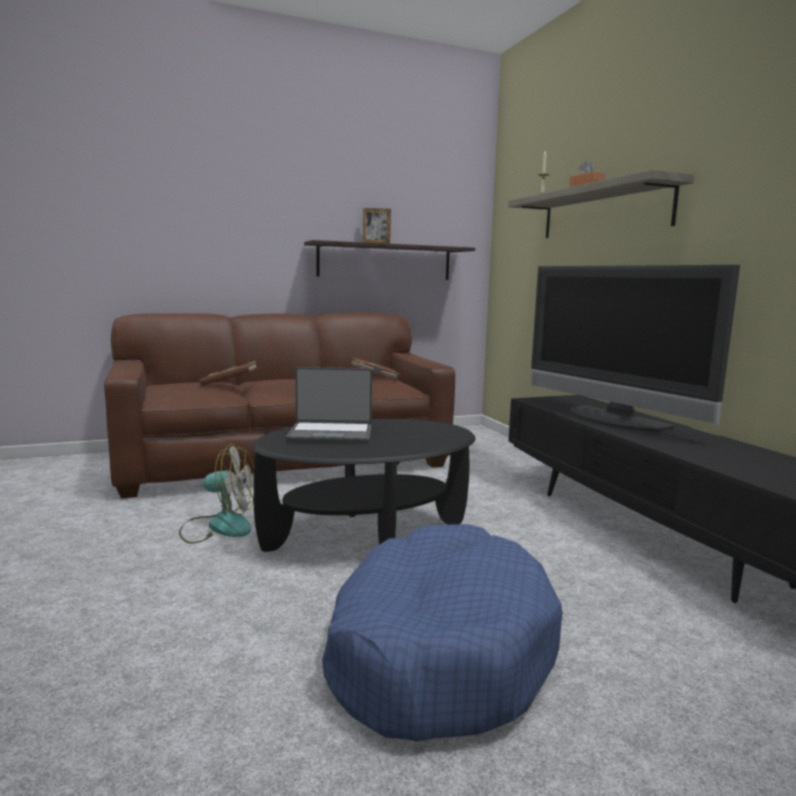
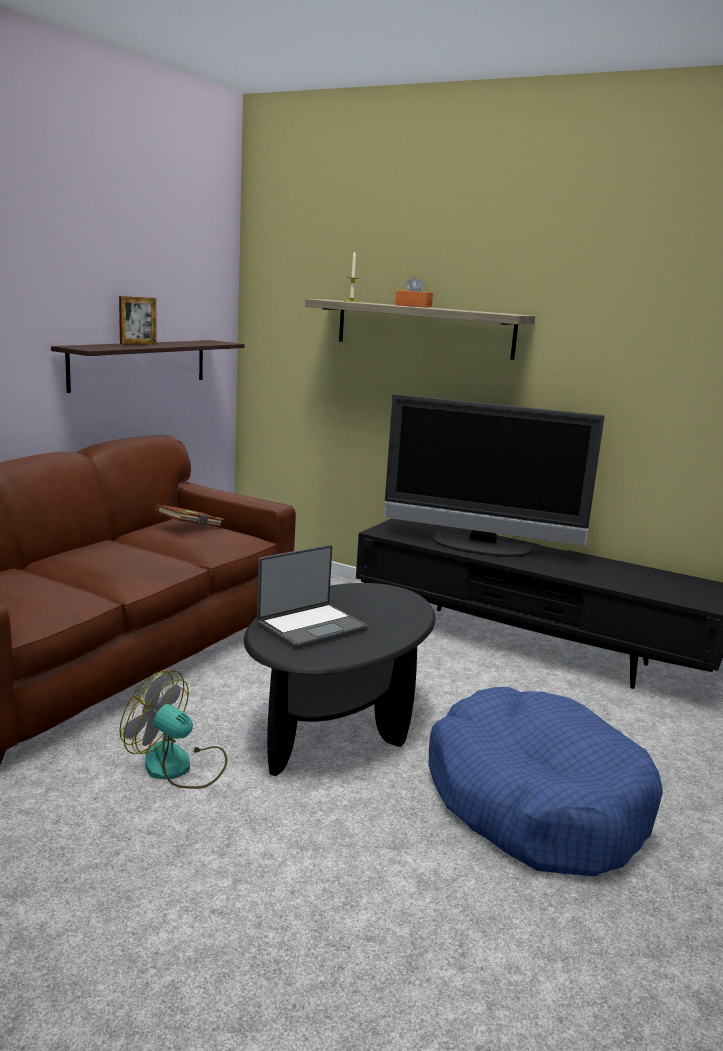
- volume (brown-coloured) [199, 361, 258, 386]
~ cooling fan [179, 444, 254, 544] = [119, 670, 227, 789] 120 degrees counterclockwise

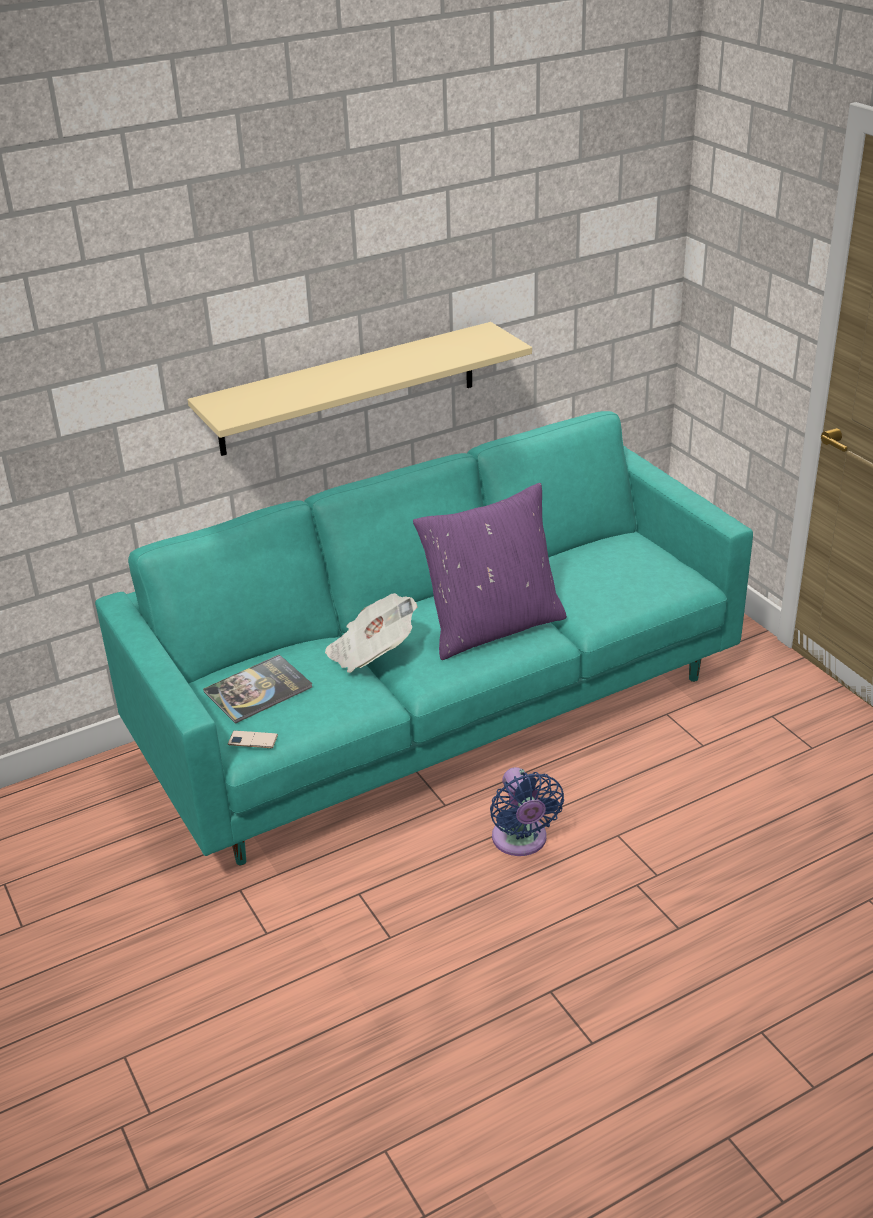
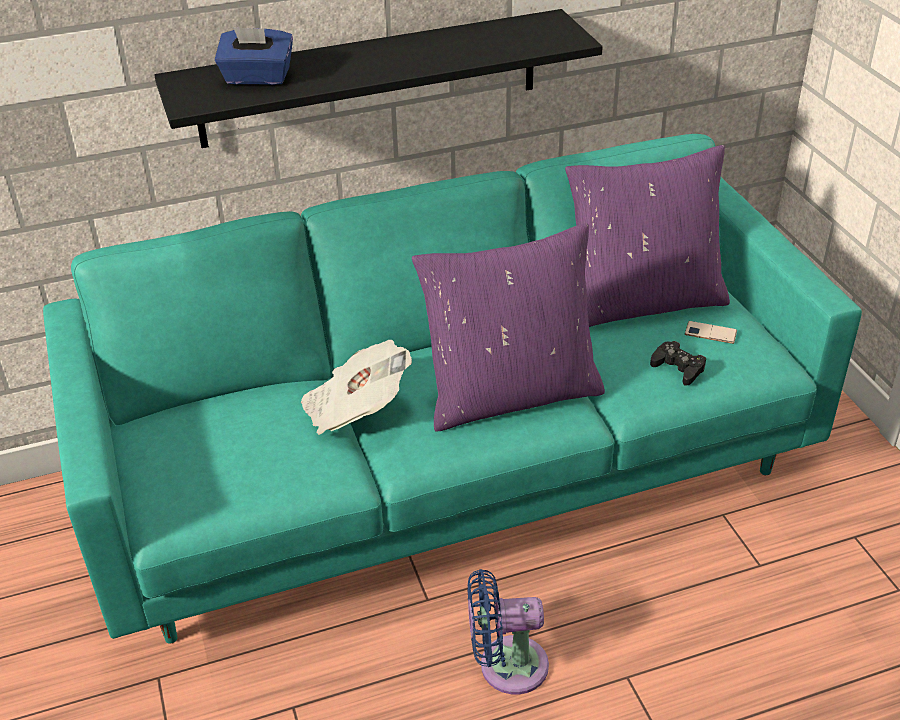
~ shelf (beige) [187, 322, 532, 456] to shelf (black) [154, 9, 603, 148]
- volume [203, 654, 312, 724]
~ handset [228, 730, 278, 748] to [685, 321, 737, 344]
~ cooling fan (bluish) [490, 767, 564, 856] = [468, 569, 549, 694] 90 degrees clockwise
+ tissue box (bluish) [215, 27, 293, 85]
+ throw pillow (purple) [565, 145, 730, 327]
+ gamepad (black) [650, 341, 706, 386]

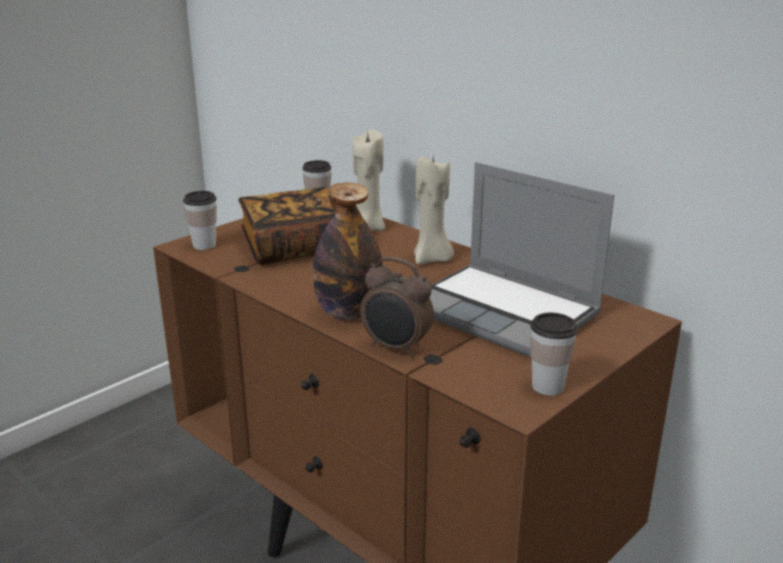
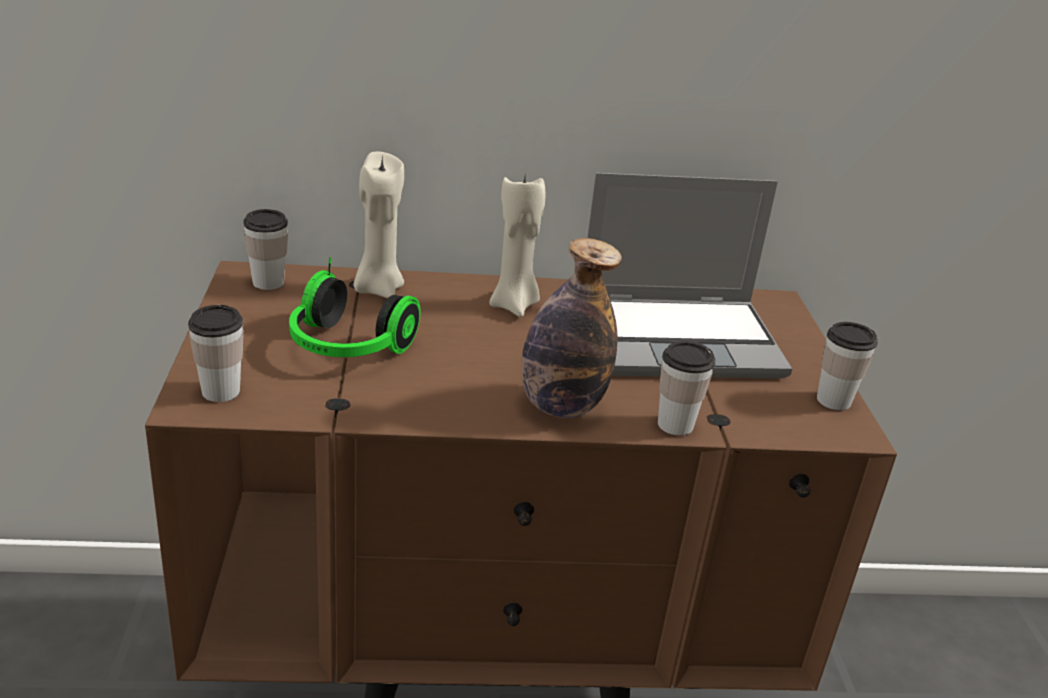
~ volume [238, 187, 336, 264] to headphones [289, 257, 421, 357]
~ bedside clock [360, 257, 434, 357] to drinking cup [658, 341, 716, 436]

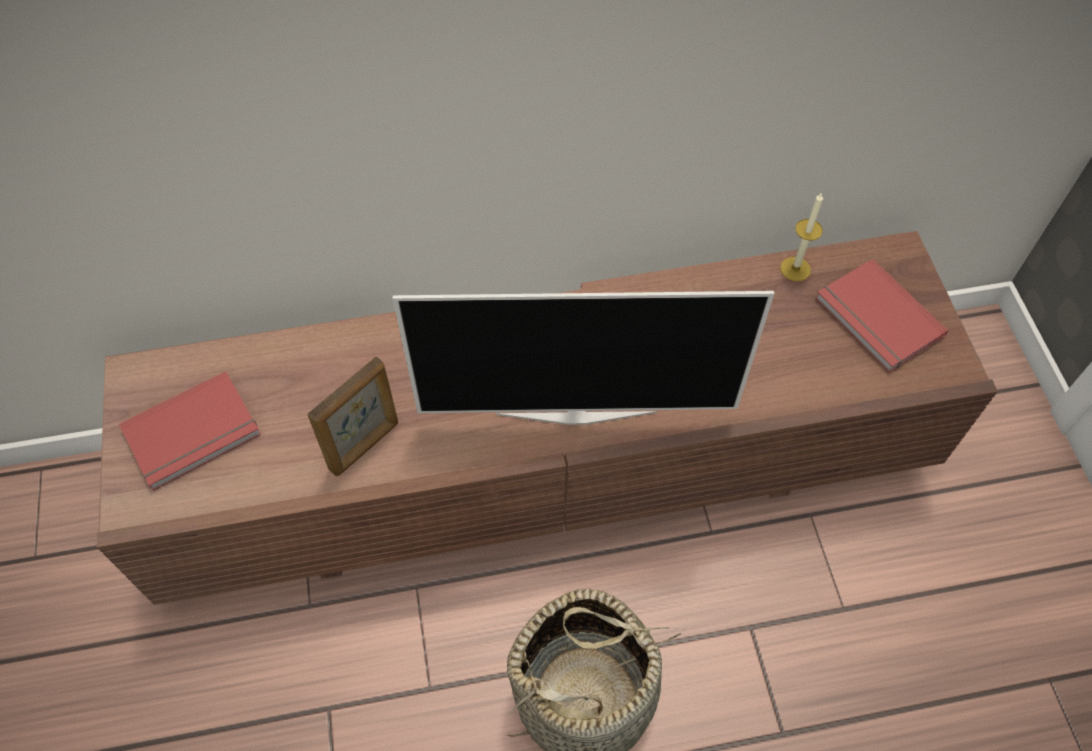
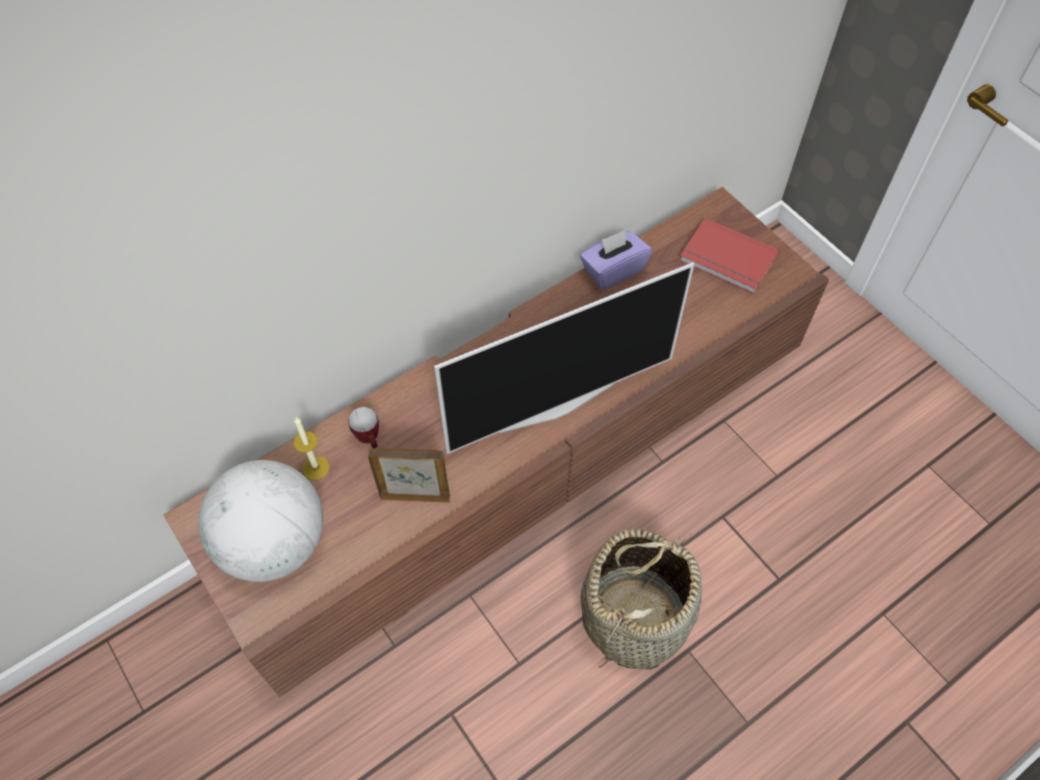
~ wax candle [780, 192, 823, 281] to [293, 418, 330, 480]
~ photo frame [307, 356, 398, 476] = [368, 448, 450, 503] 105 degrees counterclockwise
~ volume (red-coloured) [119, 371, 261, 491] to globe [198, 460, 323, 582]
+ tissue box (purple) [580, 230, 652, 290]
+ mug [348, 407, 379, 448]

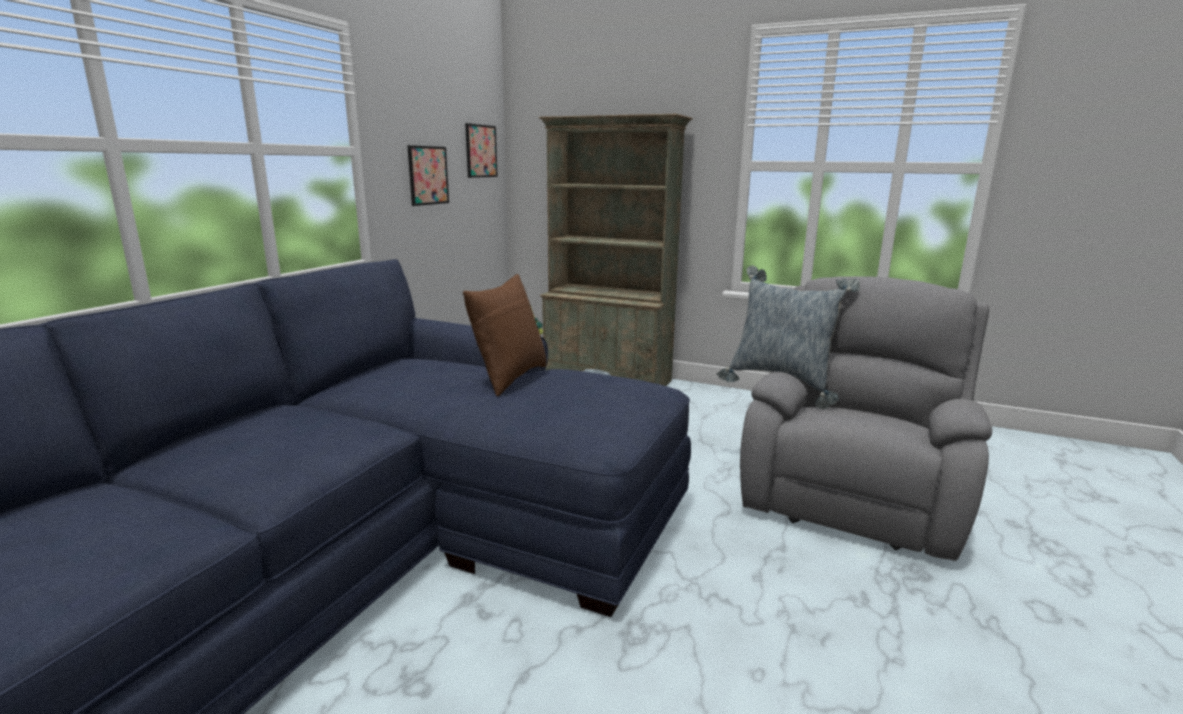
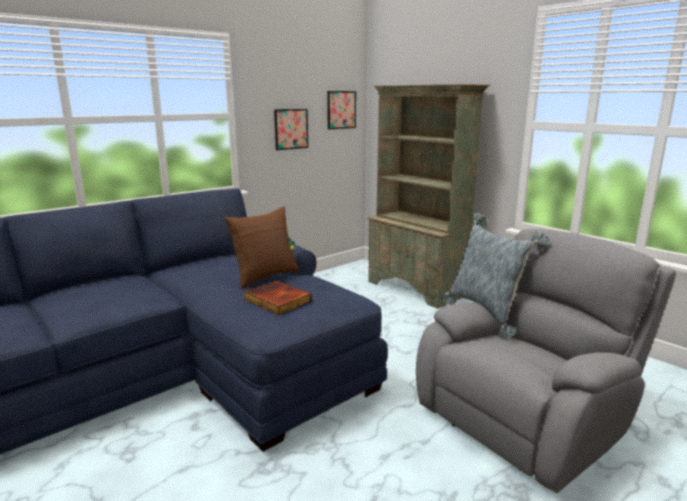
+ volume [244, 280, 311, 315]

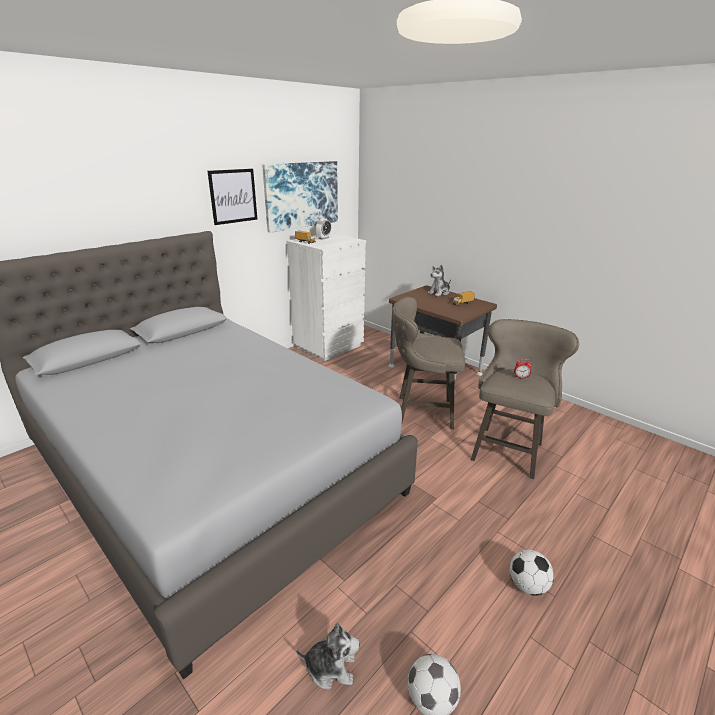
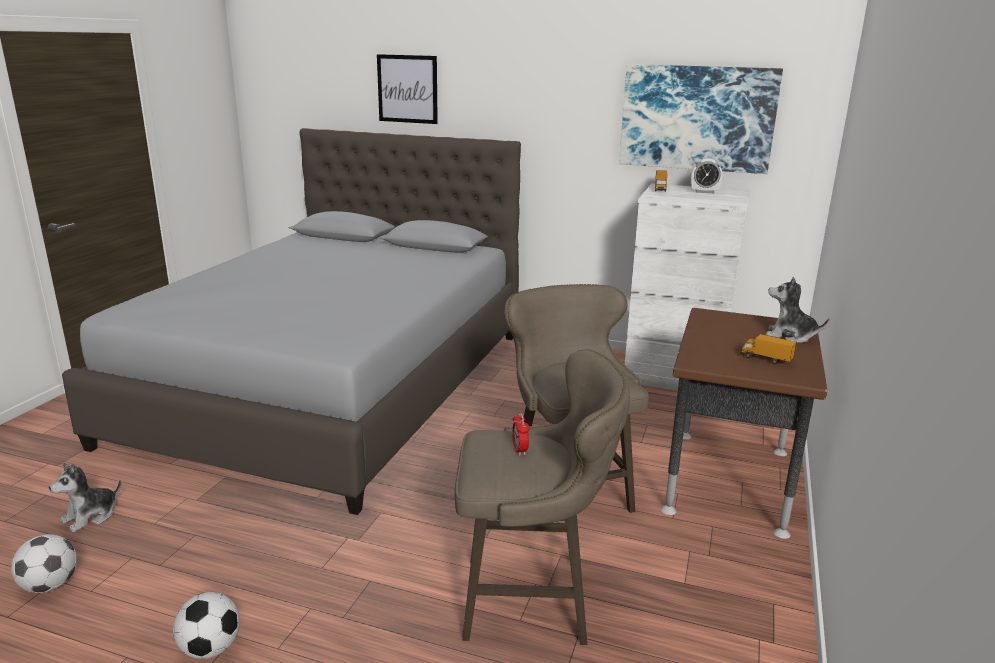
~ wall art [208, 169, 257, 225] to [377, 54, 438, 124]
~ cuddly toy [296, 623, 360, 690] = [49, 463, 121, 532] 60 degrees clockwise

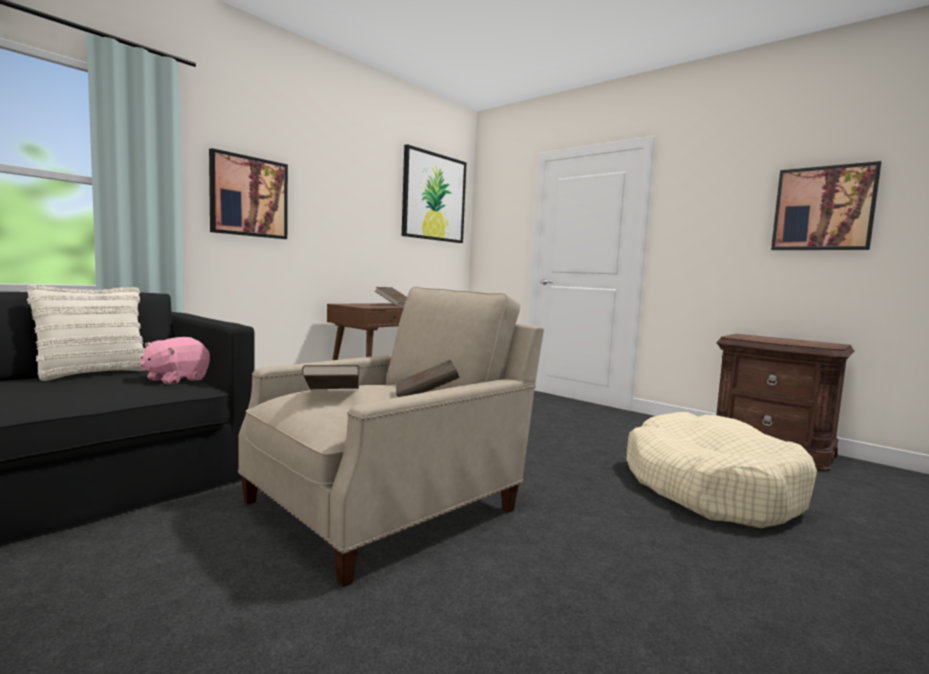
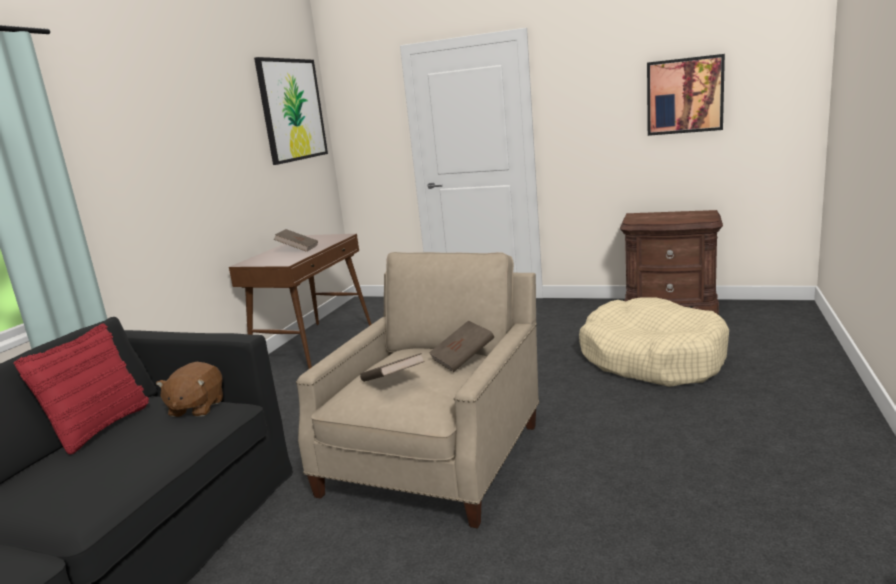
- wall art [209, 148, 288, 239]
~ throw pillow (beige) [26, 284, 145, 381] to throw pillow (red-coloured) [13, 323, 149, 454]
~ cuddly toy (pinkish) [140, 337, 210, 385] to cuddly toy (brown-coloured) [156, 362, 223, 417]

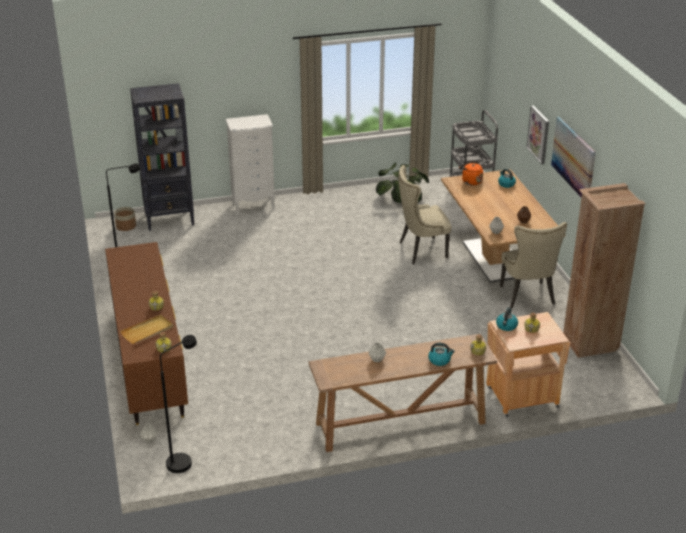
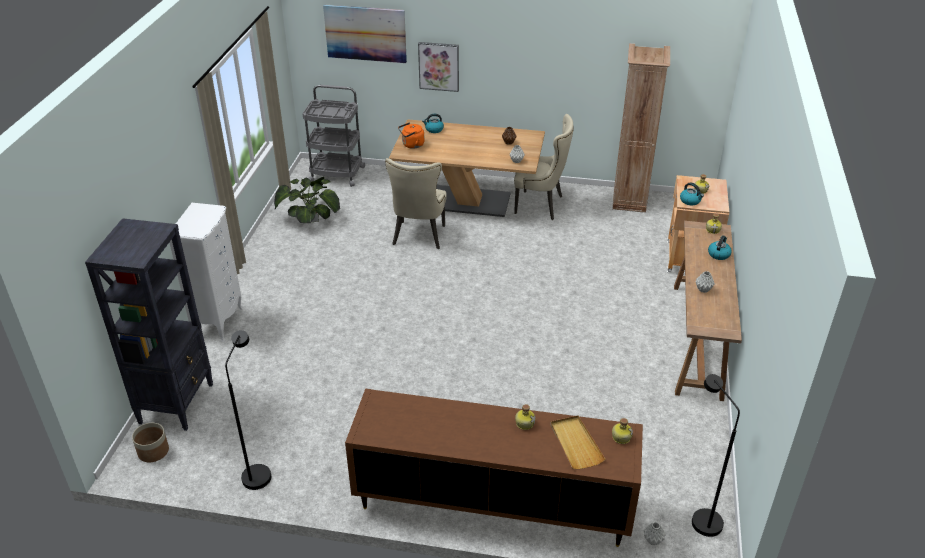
~ wall art [551, 117, 596, 198] to [323, 4, 407, 63]

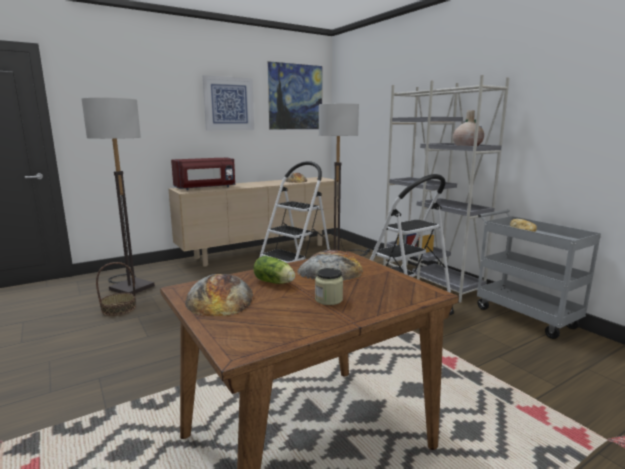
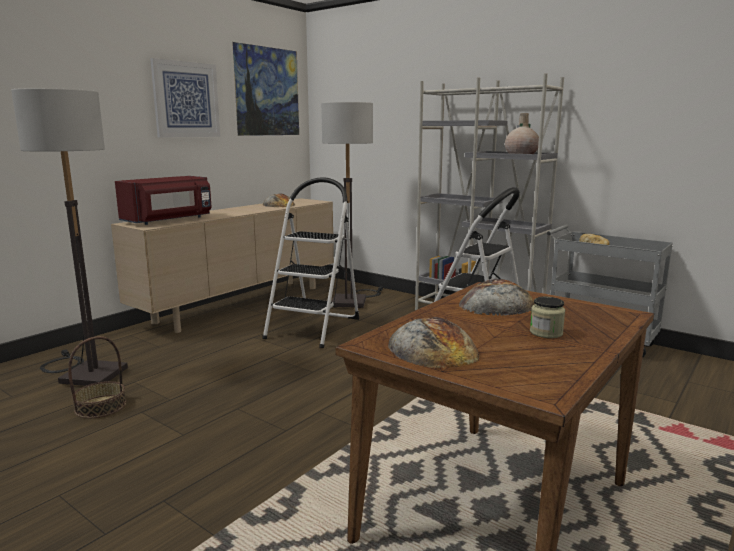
- lettuce head [253, 256, 295, 284]

